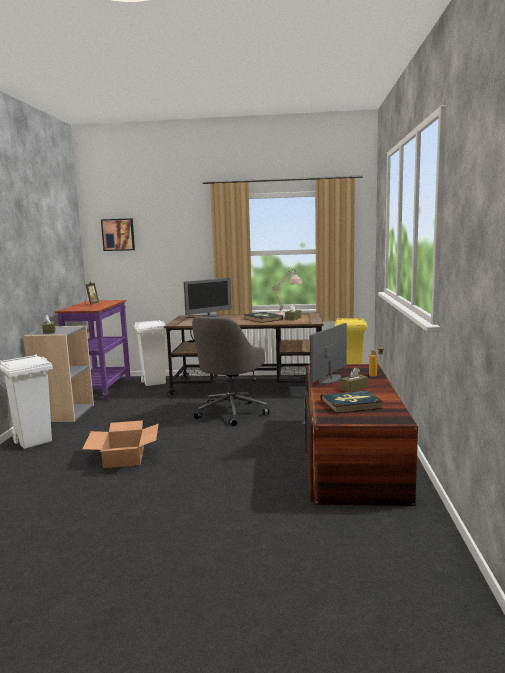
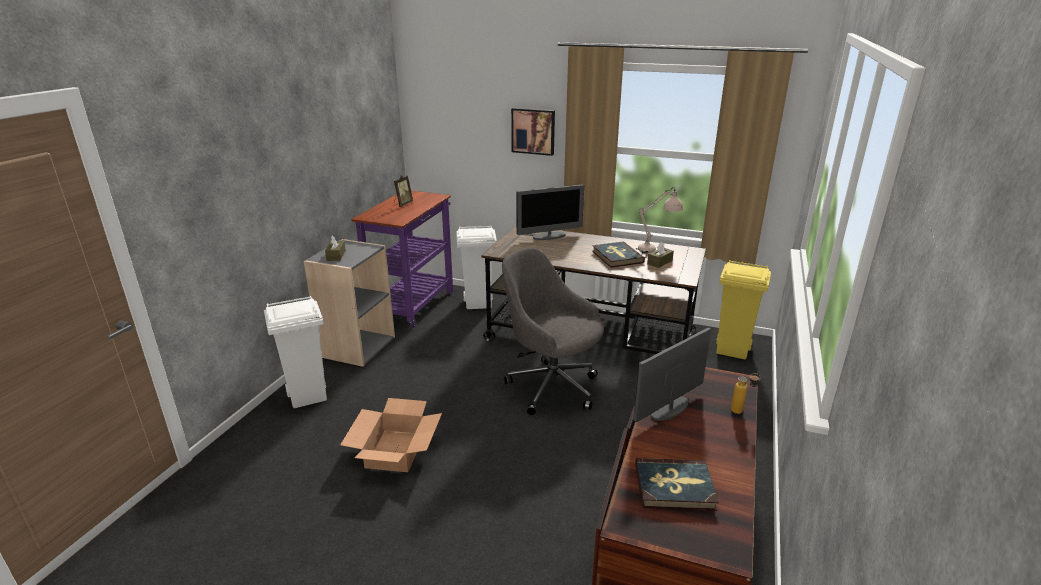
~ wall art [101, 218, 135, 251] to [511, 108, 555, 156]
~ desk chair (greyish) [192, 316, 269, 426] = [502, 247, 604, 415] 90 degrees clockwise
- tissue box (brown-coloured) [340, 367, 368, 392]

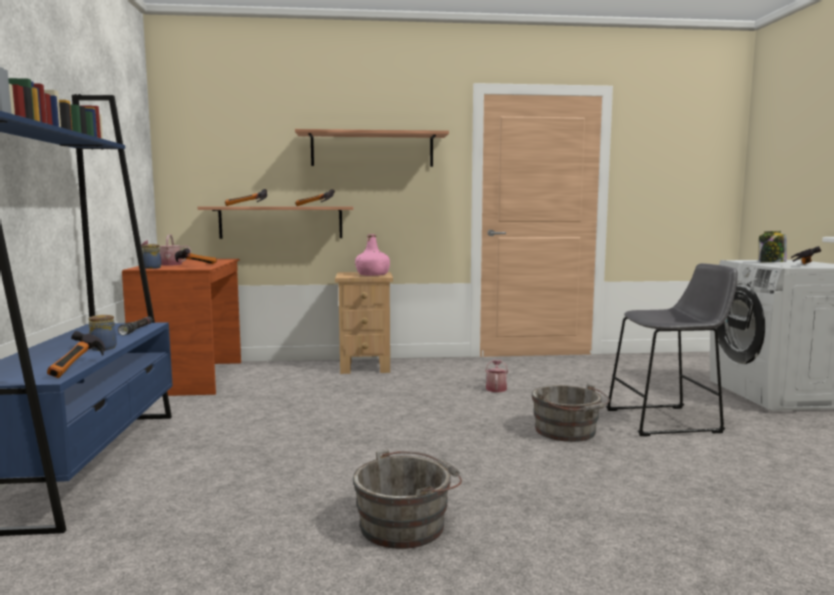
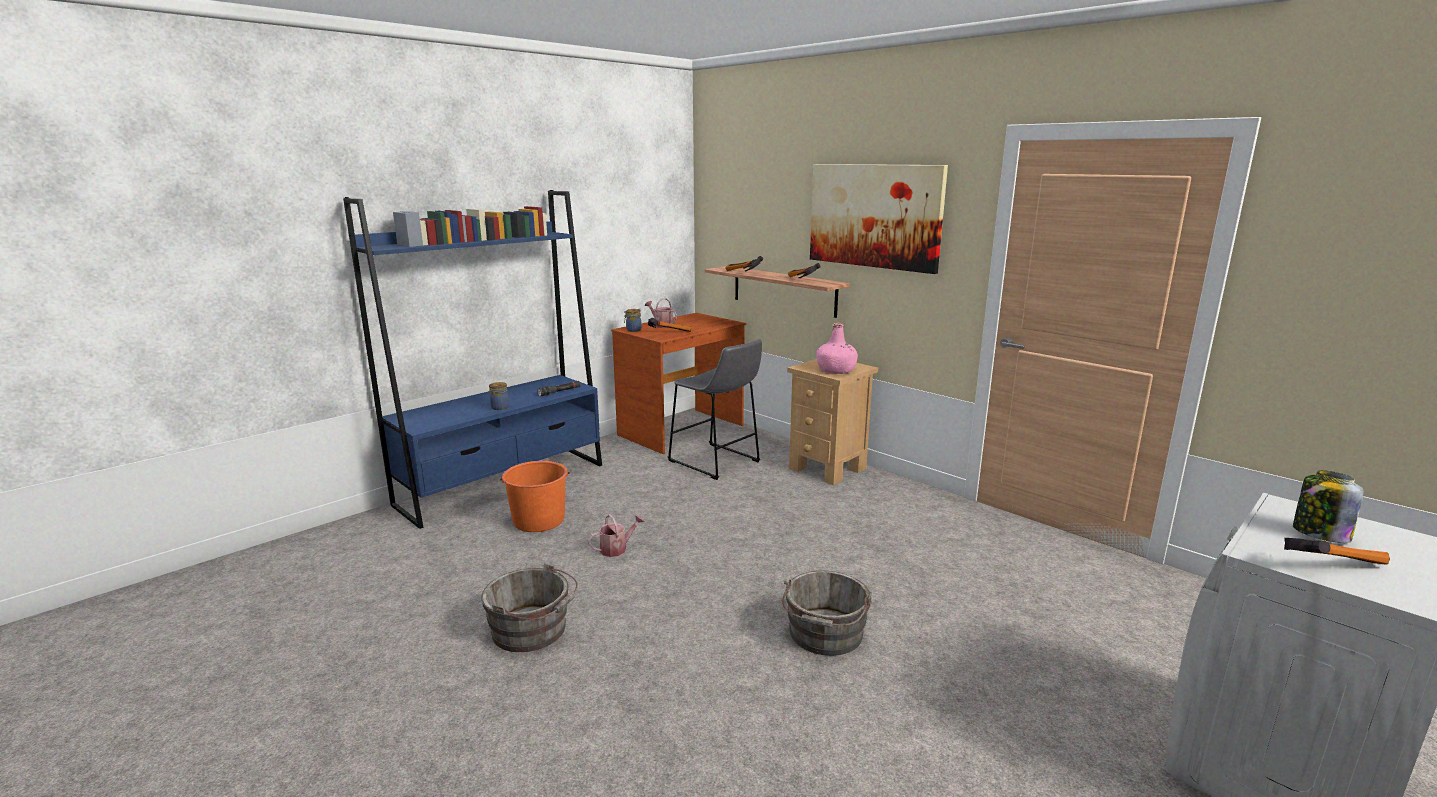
~ shelf [295, 129, 449, 167] to wall art [810, 164, 948, 274]
~ sitting stool (greyish) [606, 263, 738, 436] to [668, 339, 762, 480]
- hand hammer [47, 331, 105, 378]
~ watering pot [485, 360, 508, 392] to [588, 514, 645, 557]
+ bucket (orange) [500, 461, 570, 532]

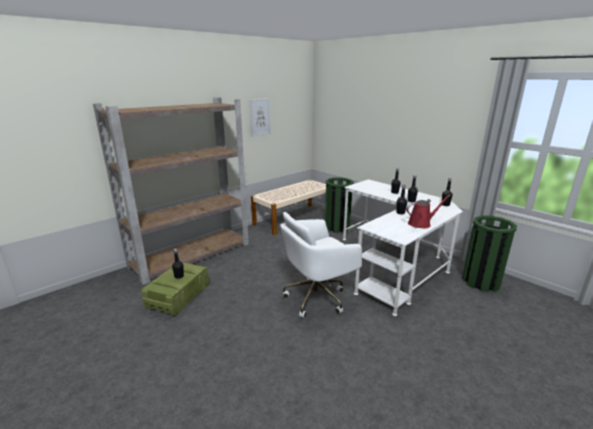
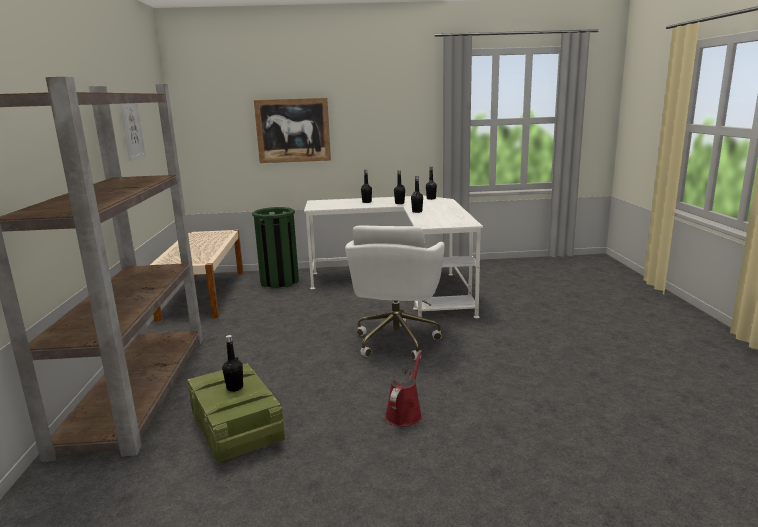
~ watering pot (red-coloured) [406, 195, 450, 228] to [385, 350, 422, 427]
- trash can (greenish) [462, 215, 517, 292]
+ wall art [254, 98, 331, 163]

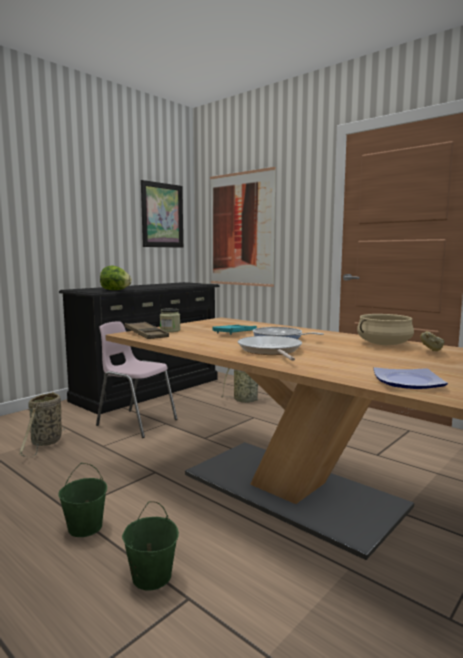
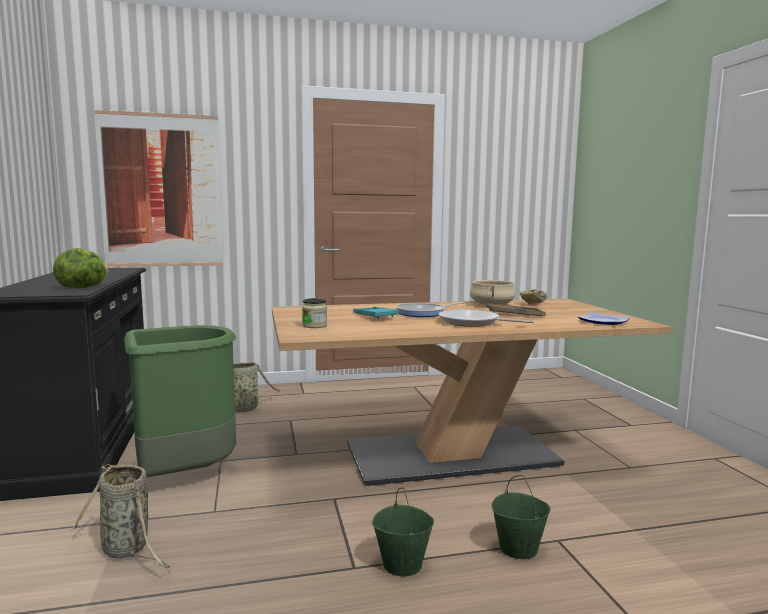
- wall art [141, 180, 183, 248]
~ plain chair (pinkish) [96, 322, 177, 438] to trash can (greenish) [124, 325, 236, 477]
~ carrying tray (brown-coloured) [125, 322, 169, 339] to [486, 303, 546, 316]

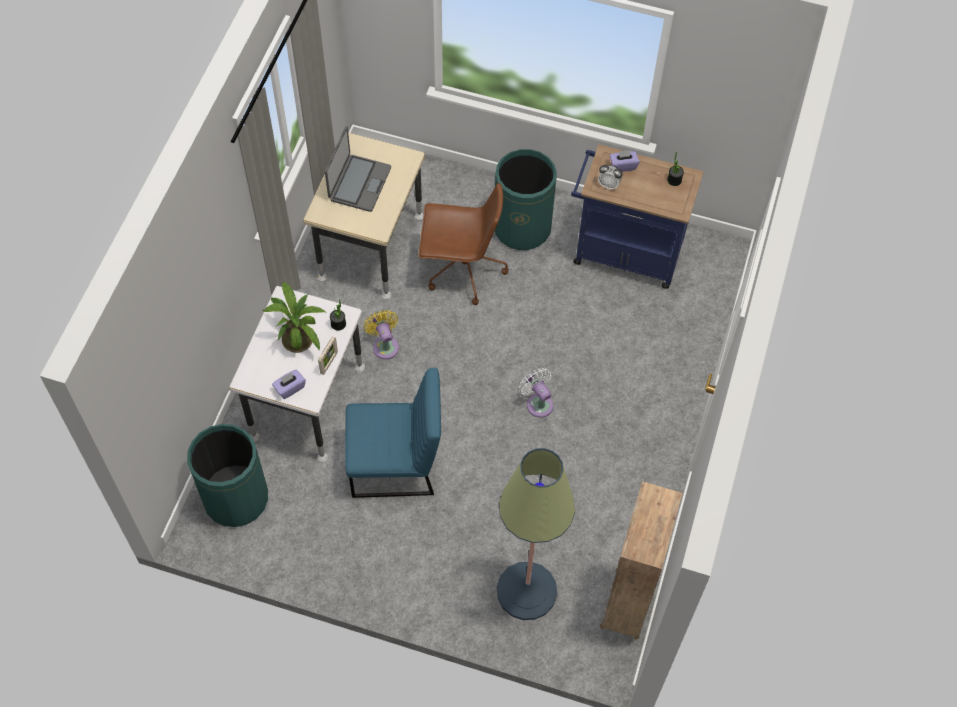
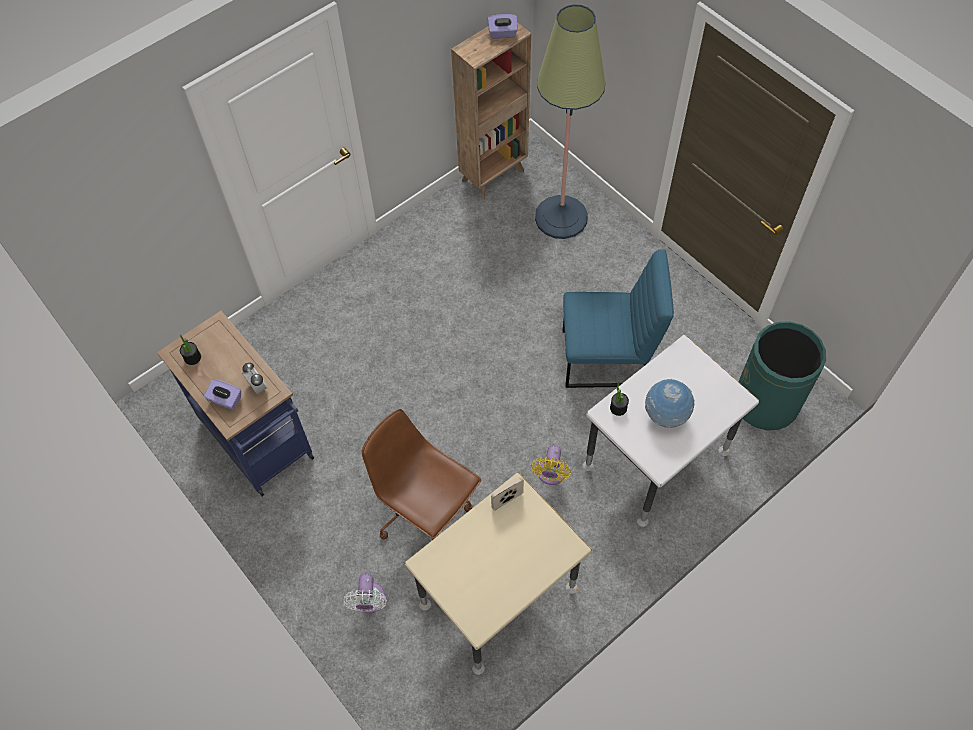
- portable computer [325, 126, 391, 212]
- trash can (greenish) [495, 149, 557, 250]
~ plant in a pot [263, 281, 325, 353] to globe [645, 379, 695, 428]
~ photo frame [318, 337, 338, 375] to [491, 477, 524, 510]
~ plain chair (bluish) [345, 368, 441, 498] = [563, 249, 674, 388] 150 degrees clockwise
~ cooling fan (white-coloured) [519, 368, 553, 418] to [343, 574, 387, 613]
~ tissue box (purple) [272, 370, 306, 399] to [488, 14, 518, 39]

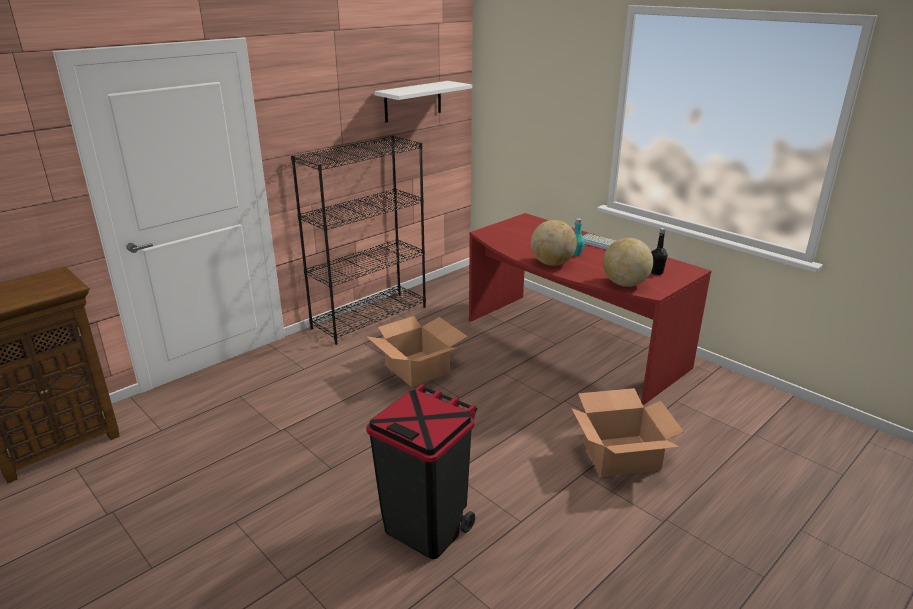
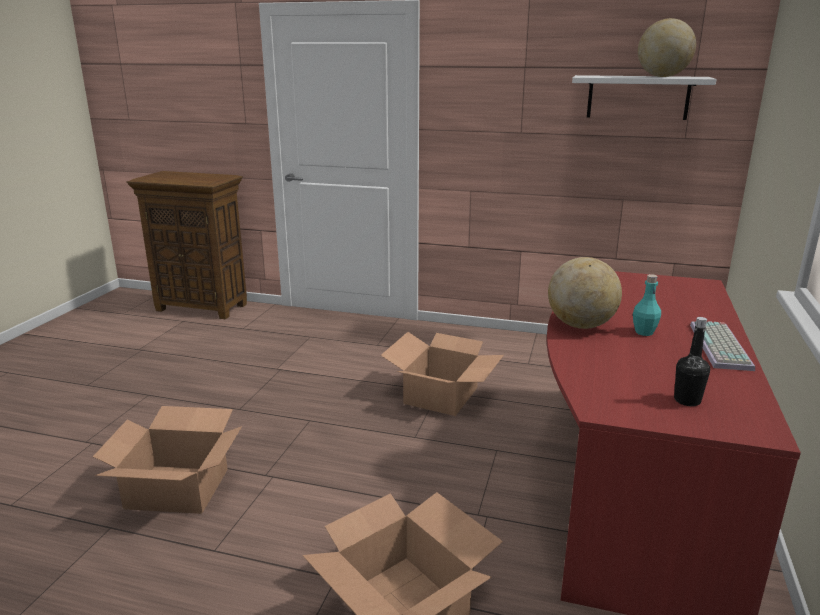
- bookshelf (black) [291, 135, 426, 345]
~ globe [603, 238, 653, 287] to [638, 18, 696, 77]
~ trash can (black) [366, 384, 477, 559] to cardboard box [93, 406, 242, 514]

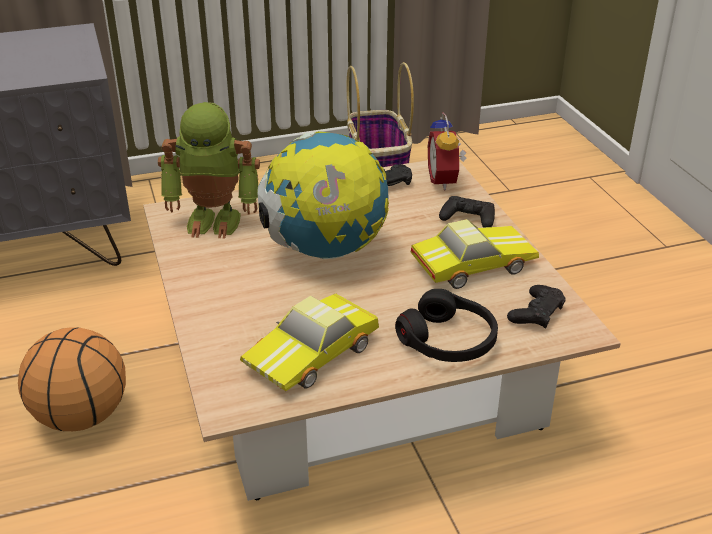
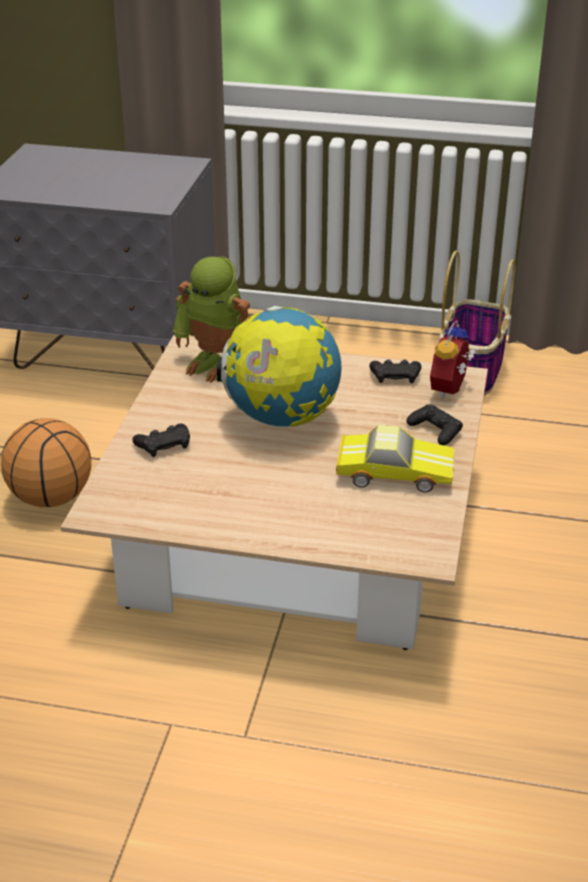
~ gamepad (black) [507, 285, 566, 329] to [132, 423, 190, 457]
- headphones (black) [395, 289, 498, 362]
- model car [240, 294, 379, 391]

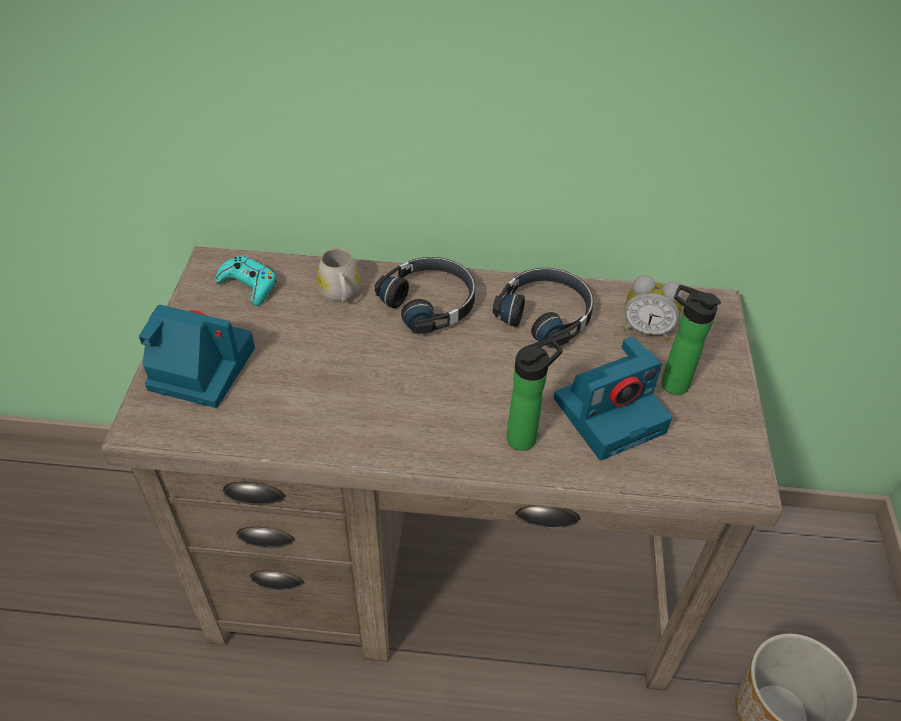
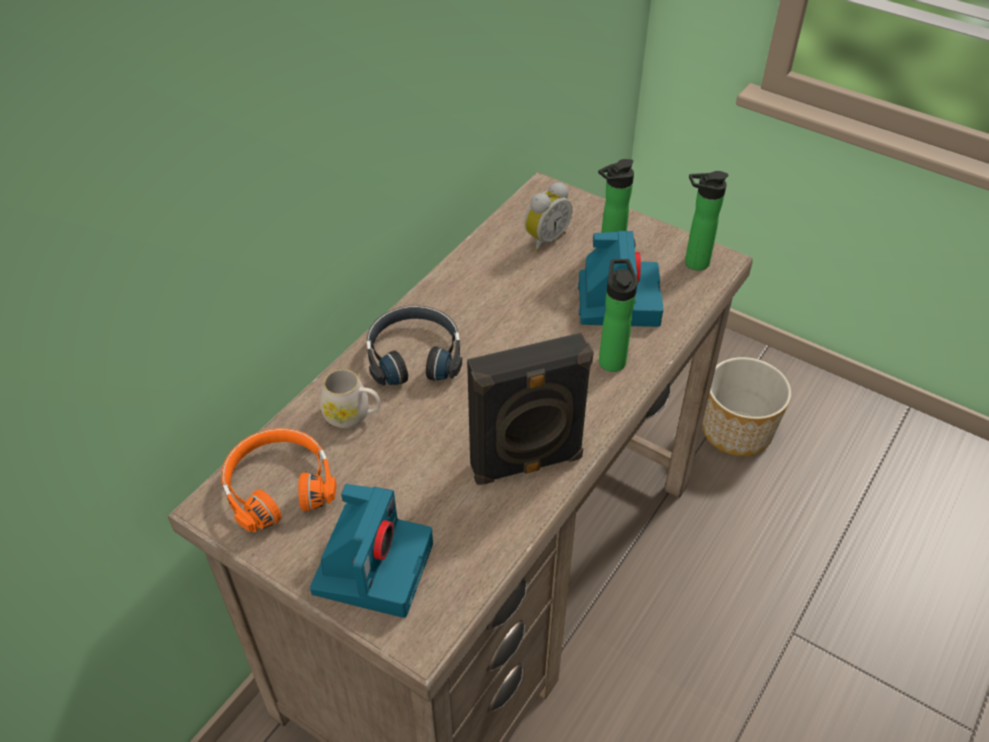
~ gamepad (turquoise-coloured) [215, 256, 276, 306] to headphones (orange) [221, 428, 336, 532]
- headphones (black) [493, 268, 594, 348]
~ photo camera [139, 305, 255, 408] = [310, 484, 433, 618] 150 degrees clockwise
+ bottle [685, 171, 729, 271]
+ audio speaker (black) [467, 333, 594, 485]

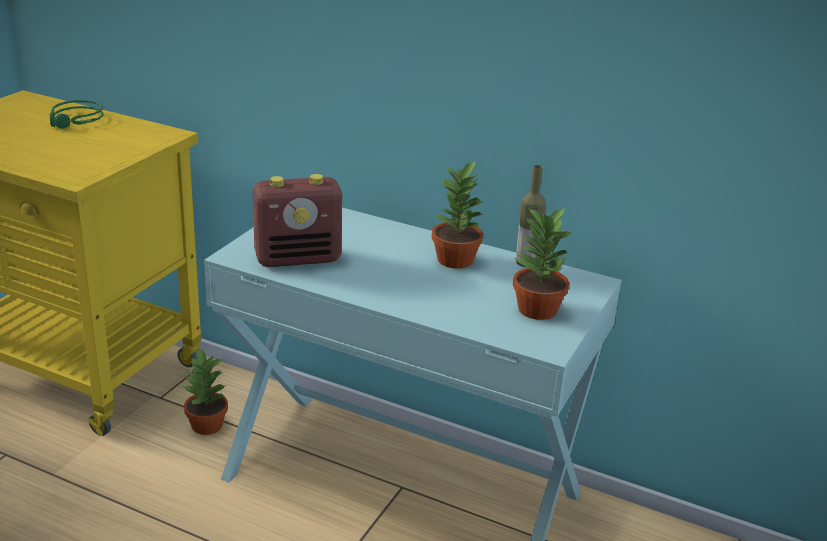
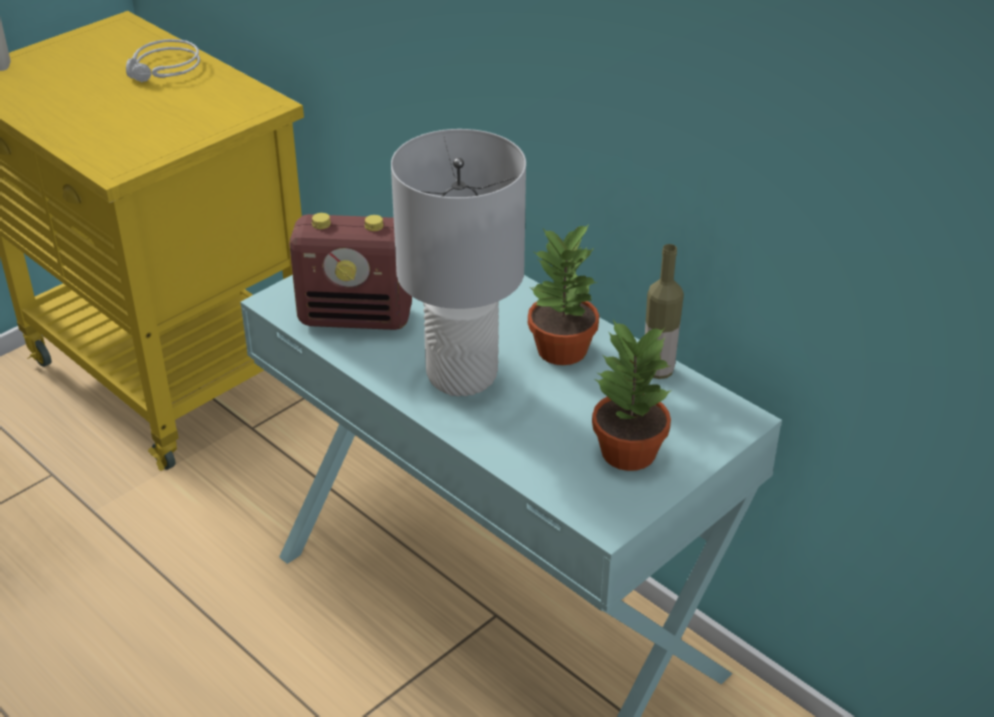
~ headphones (greenish) [50, 100, 103, 129] to headphones (greyish) [126, 39, 200, 82]
- plant in a pot [183, 347, 228, 435]
+ lamp for a table (greyish) [391, 129, 526, 396]

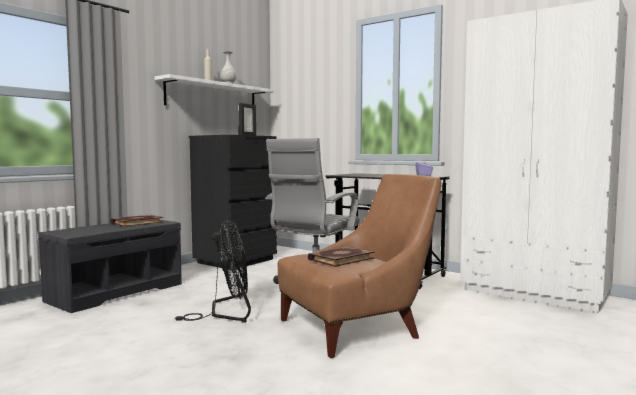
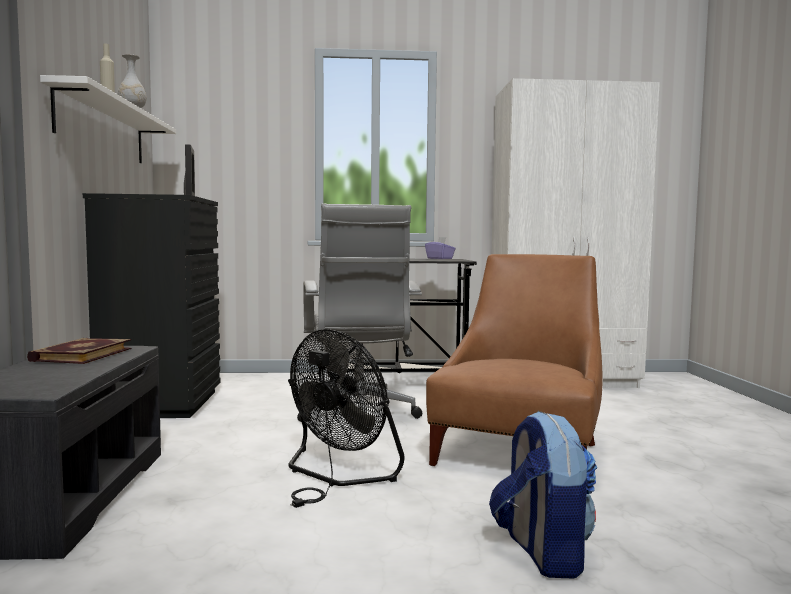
- volume [308, 246, 375, 267]
+ knapsack [489, 410, 597, 578]

